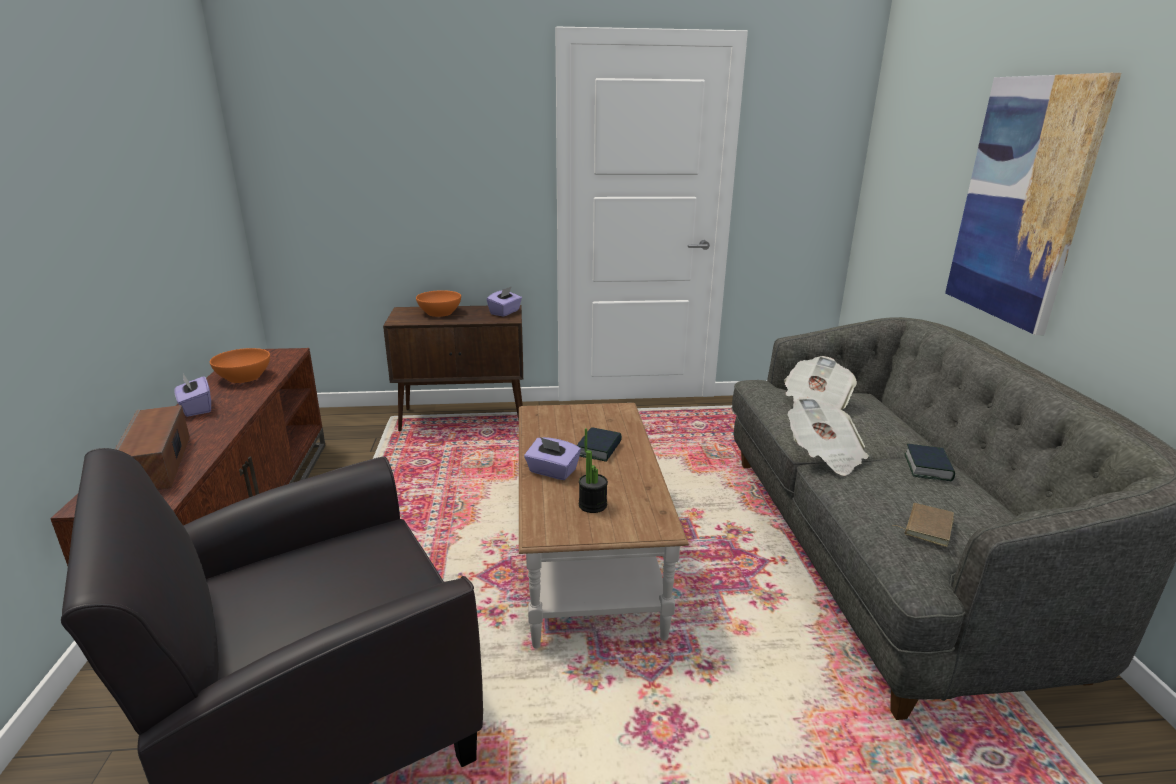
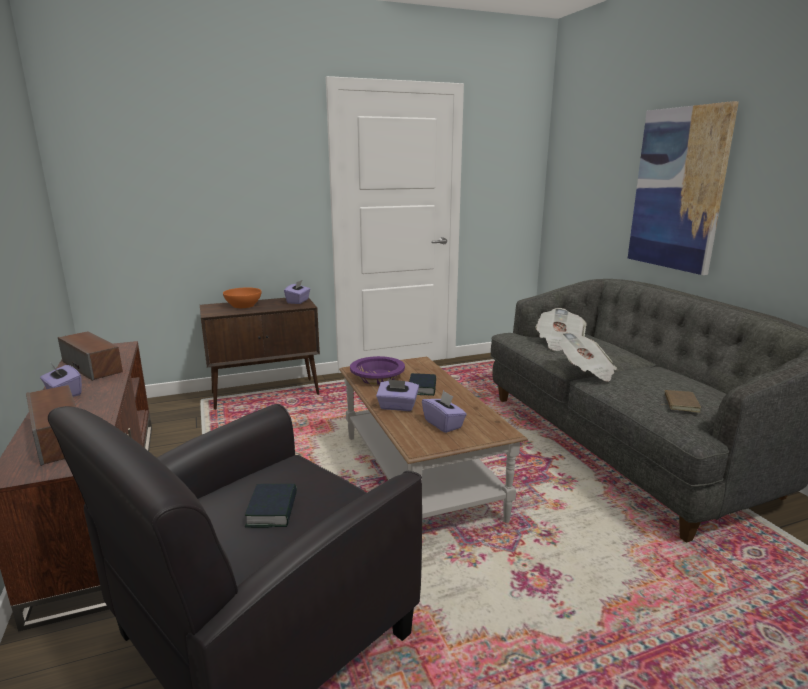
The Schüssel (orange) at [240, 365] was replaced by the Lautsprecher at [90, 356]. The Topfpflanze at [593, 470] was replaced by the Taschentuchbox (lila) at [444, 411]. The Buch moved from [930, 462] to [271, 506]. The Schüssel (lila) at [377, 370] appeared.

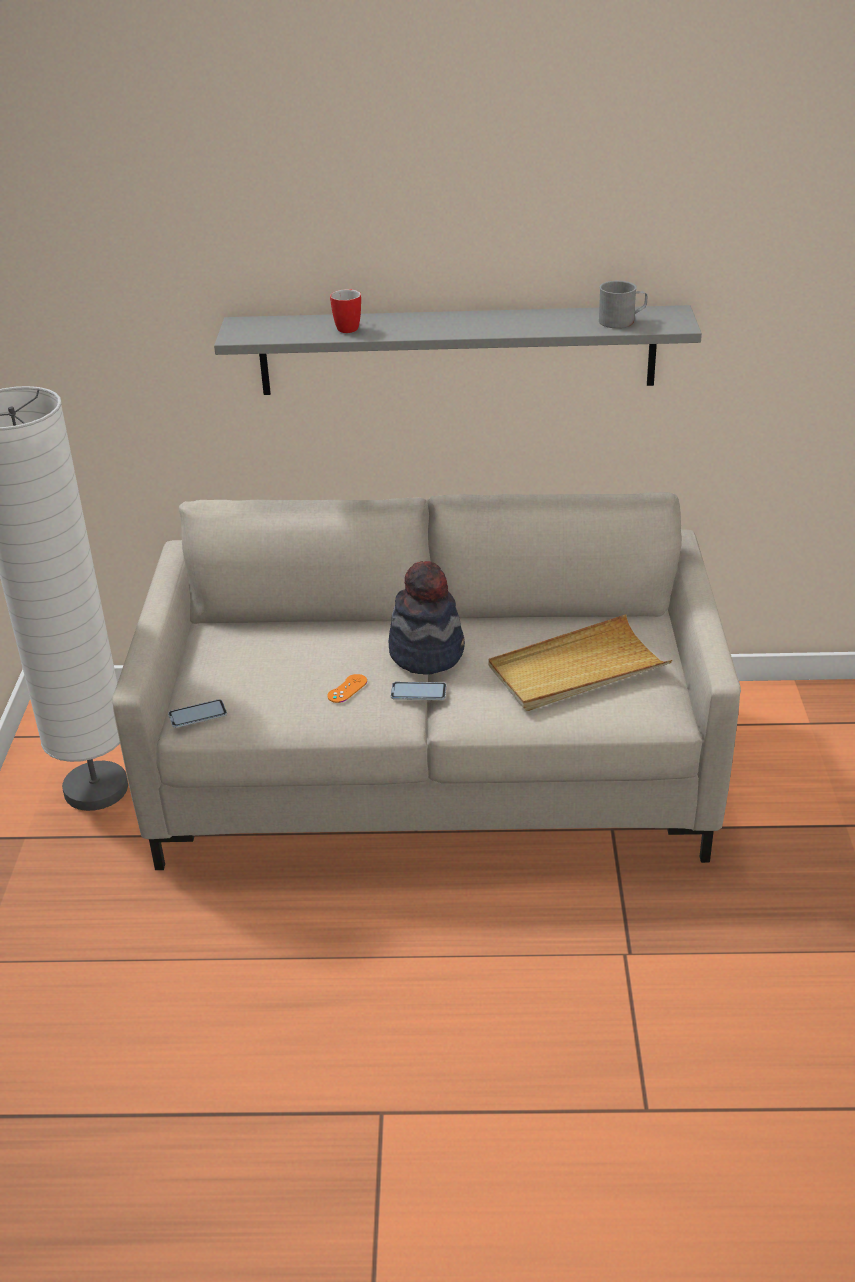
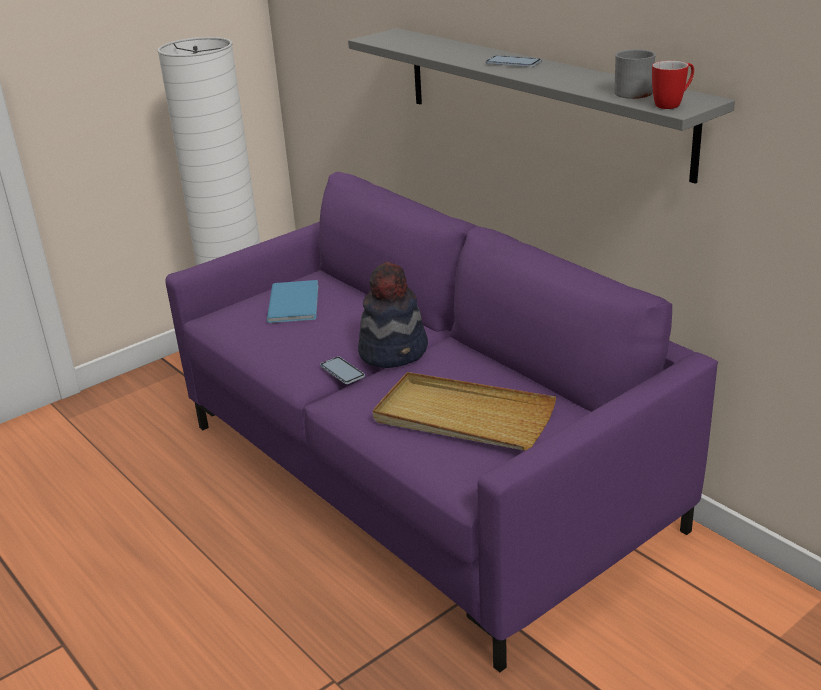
The Sofa (beige) at [426, 681] became the Sofa (lila) at [441, 422]. The Handy moved from [197, 713] to [513, 61]. The Gamepad (orange) at [347, 688] disappeared. The Henkelbecher moved from [345, 311] to [673, 85]. The Buch (blau) at [292, 301] appeared.

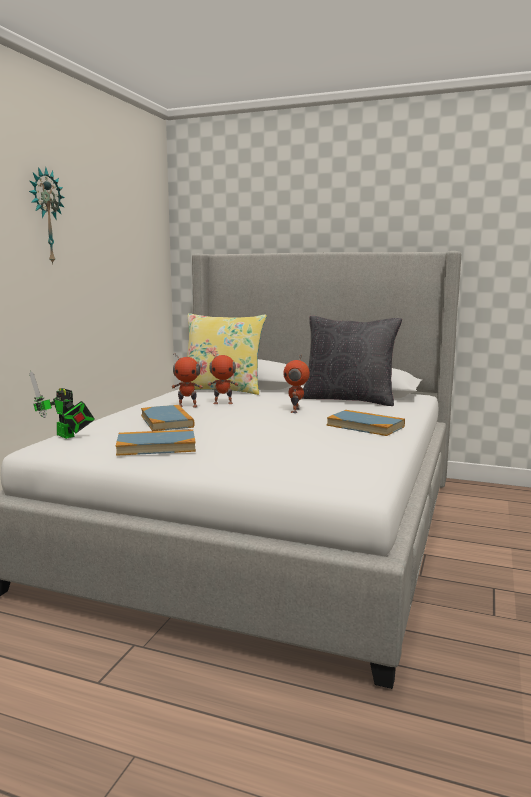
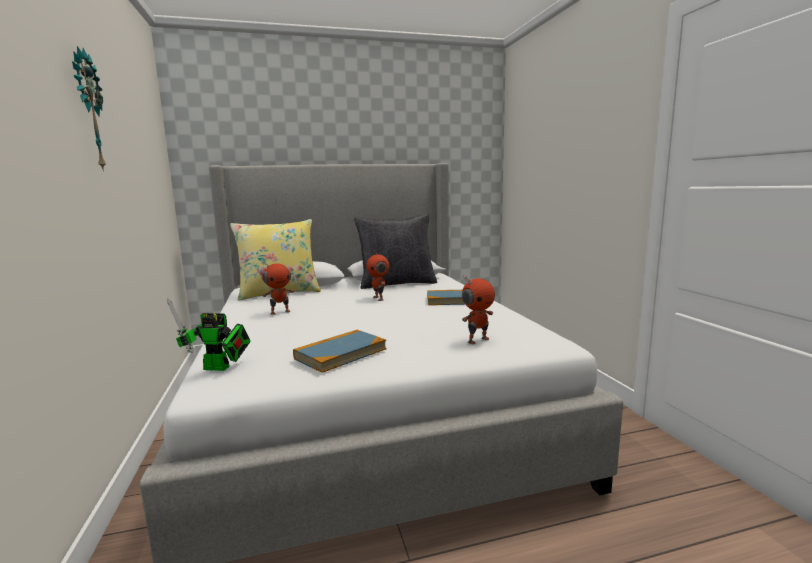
The Buch at [168, 418] disappeared. The Spielzeugroboter moved from [223, 378] to [478, 309].

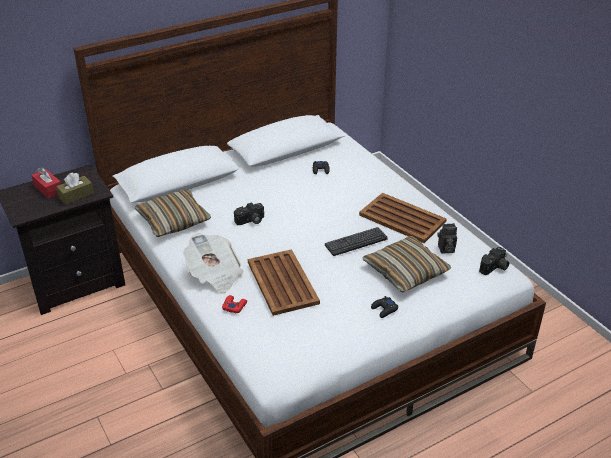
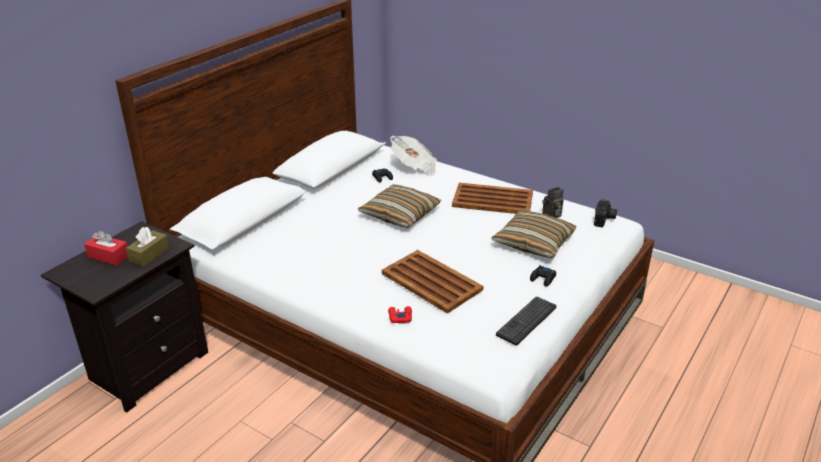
The Kissen moved from [173, 213] to [399, 206]. The Zeitung moved from [213, 263] to [413, 155]. The Kamera at [249, 213] disappeared. The Tastatur moved from [356, 241] to [526, 321].

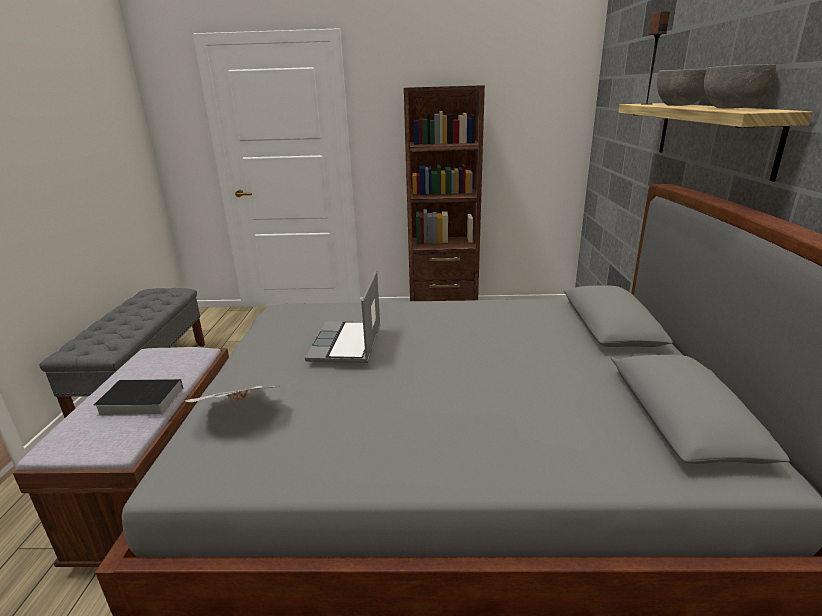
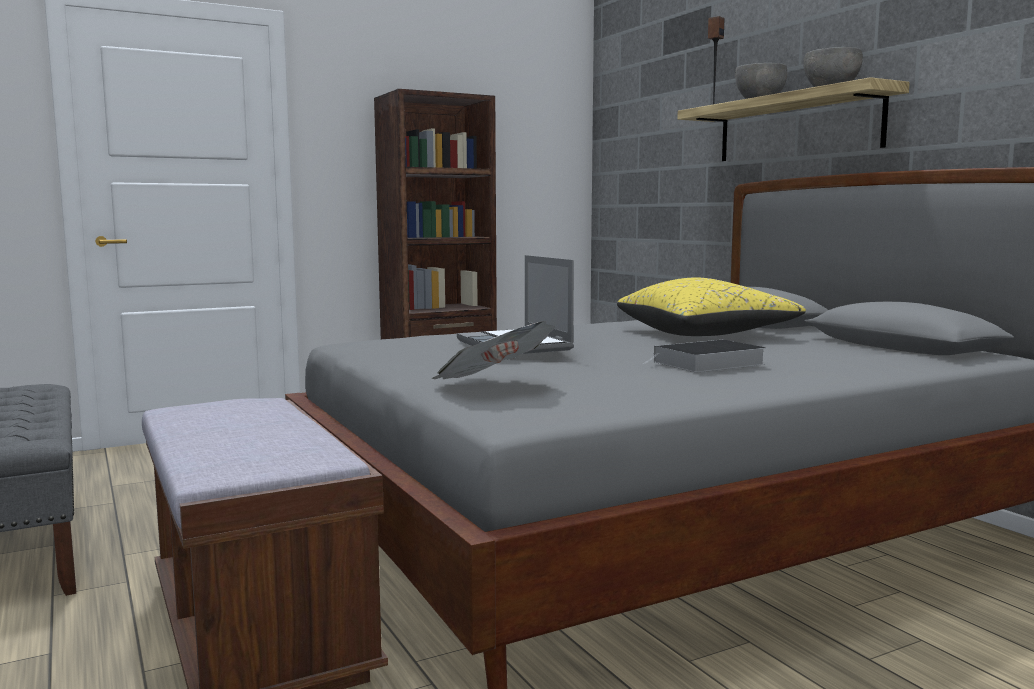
The Buch moved from [138, 397] to [705, 356]. The Kissen (gelb) at [711, 306] appeared.

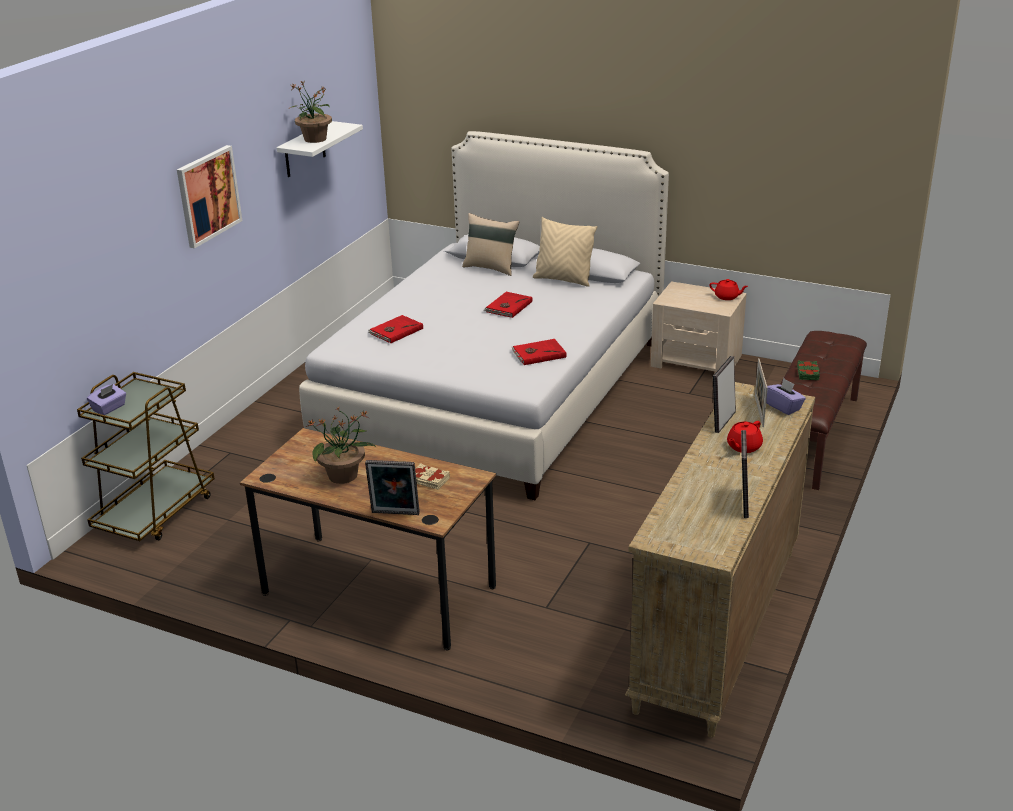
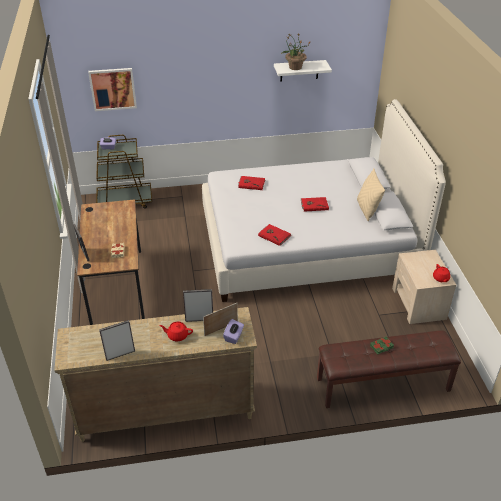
The Bild moved from [209, 196] to [112, 89]. The Topfpflanze at [340, 445] disappeared. The Kissen (beige) at [490, 244] disappeared.

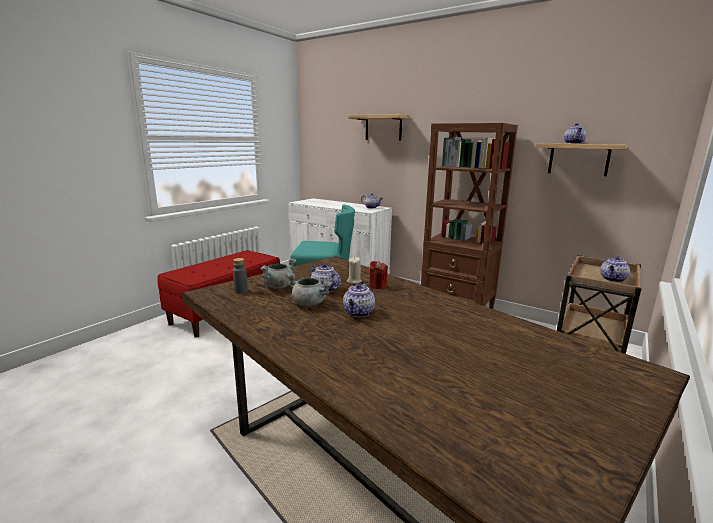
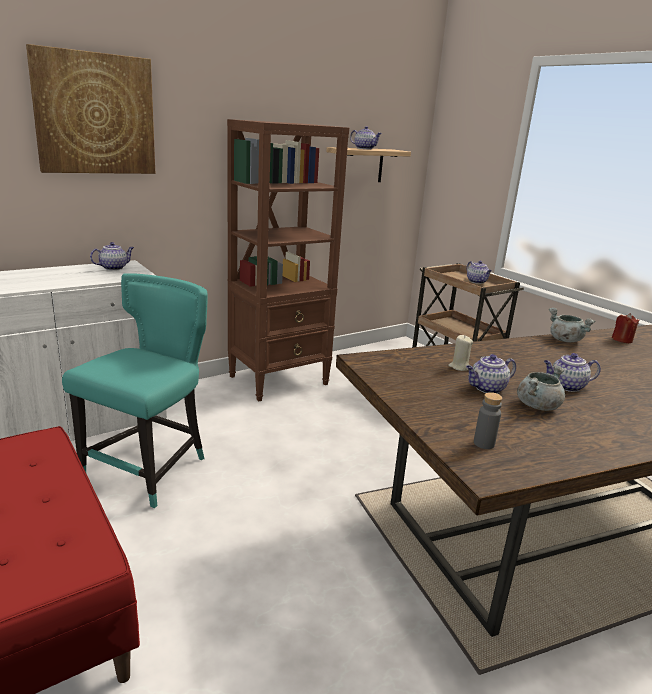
The Kochtopf (grau) moved from [278, 273] to [572, 325]. The Teekanne at [359, 300] turned 135 degrees clockwise. The Wandregal at [379, 127] was replaced by the Bild at [90, 109]. The Kerze (rot) moved from [378, 275] to [626, 328].

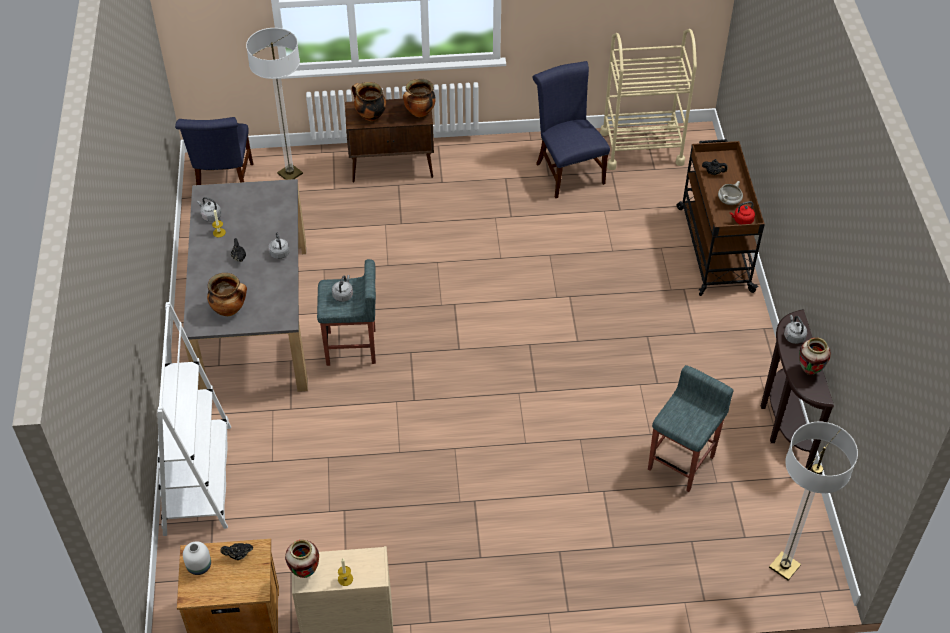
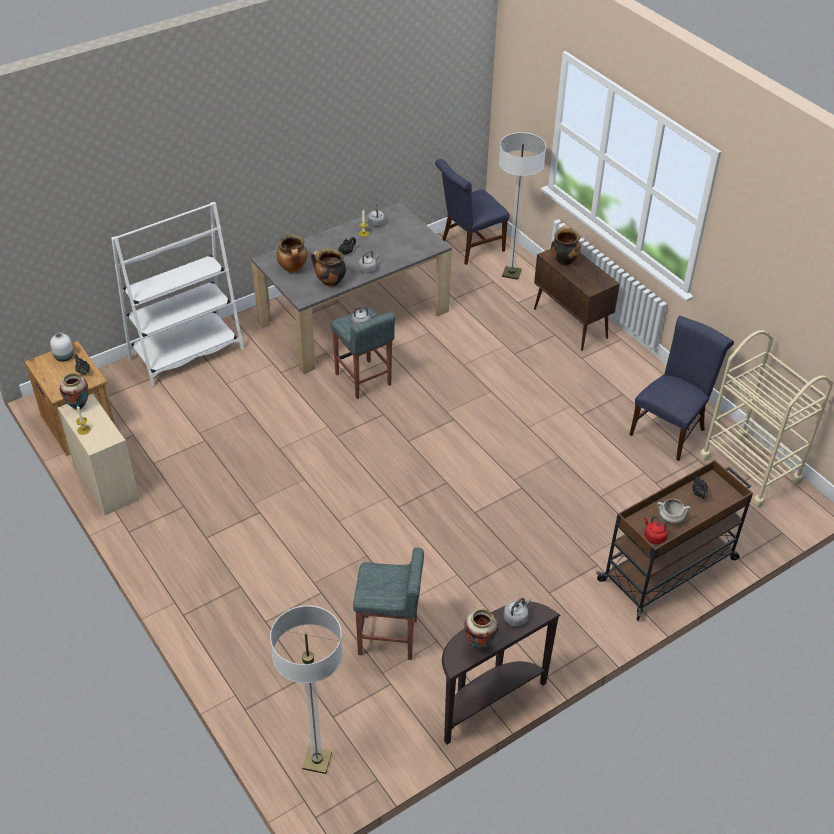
The Kochtopf moved from [419, 98] to [328, 267].

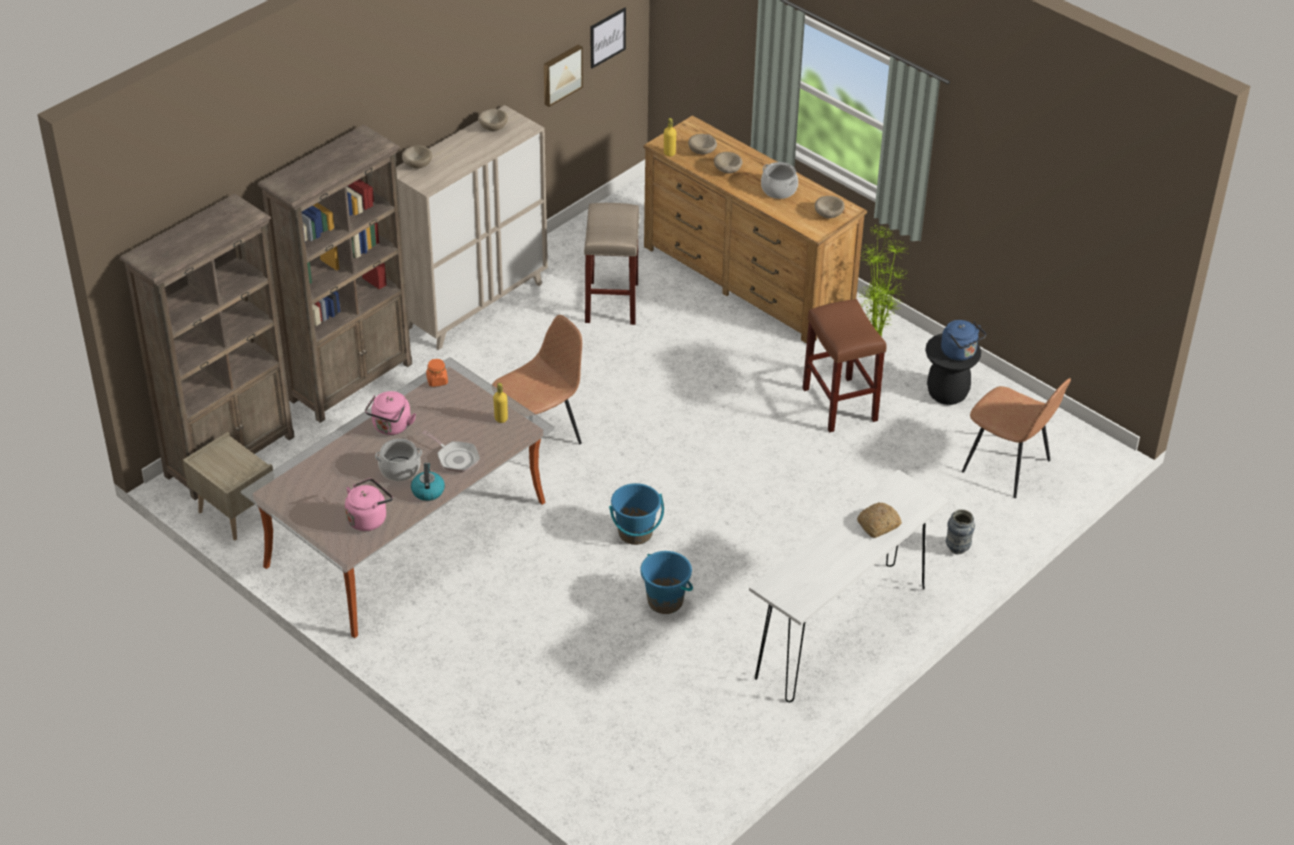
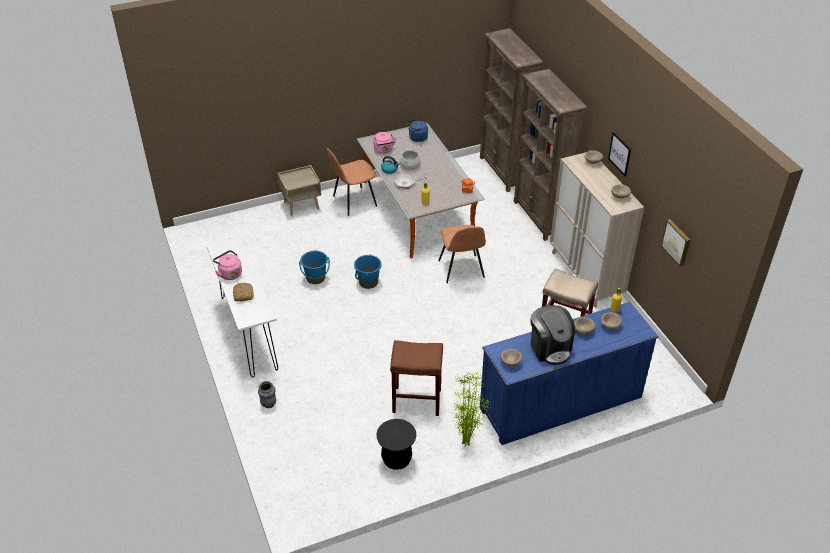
The Nachttisch (beige) moved from [228, 486] to [299, 191]. The Wasserkessel (rosa) moved from [390, 413] to [227, 265]. The Bild moved from [608, 38] to [619, 154]. The Kommode (braun) at [755, 229] became the Kommode (blau) at [569, 373]. The Kochtopf at [779, 180] was replaced by the Kaffeemaschine at [553, 335]. The Wasserkessel (blau) moved from [963, 340] to [417, 130]. The Stuhl (braun) moved from [1016, 438] to [352, 182].

